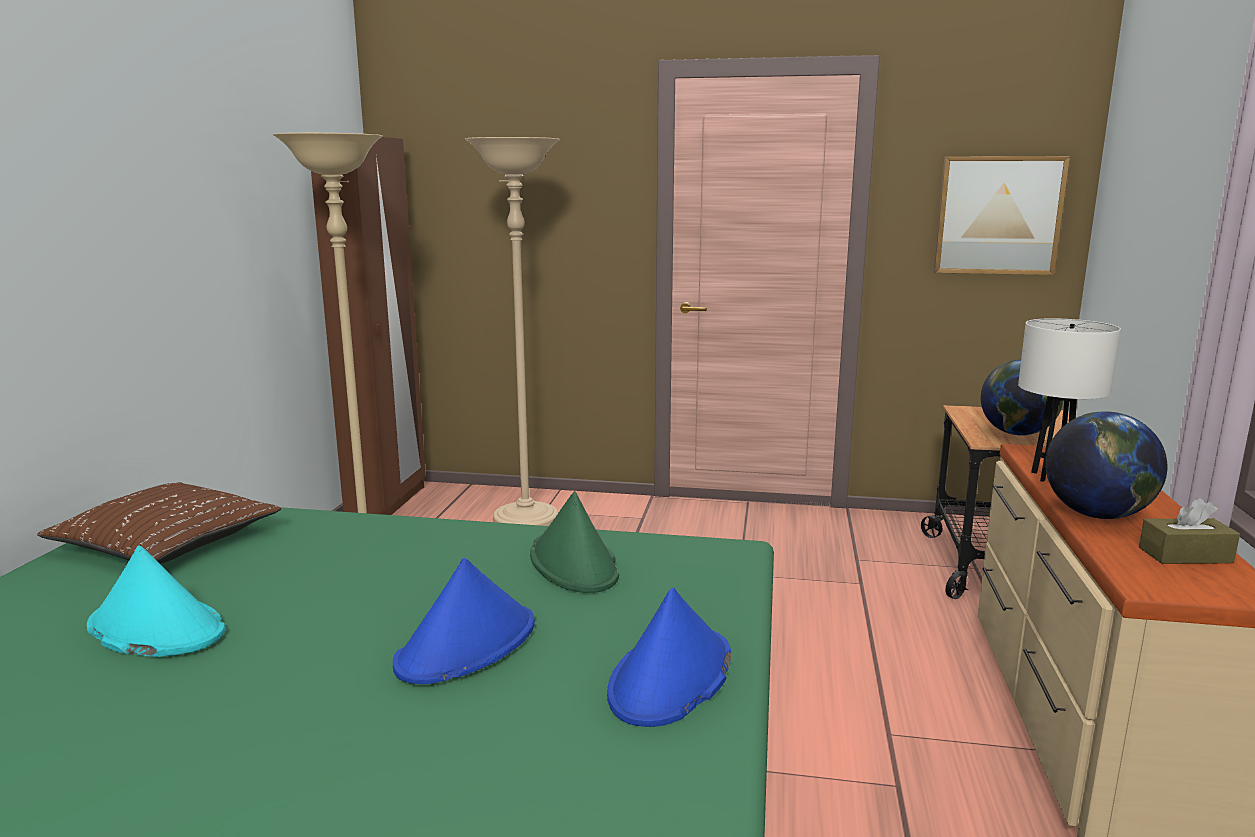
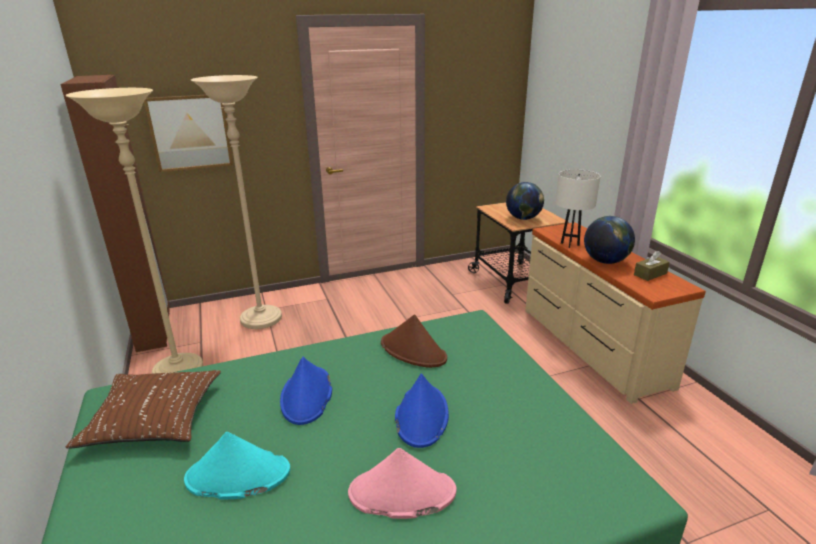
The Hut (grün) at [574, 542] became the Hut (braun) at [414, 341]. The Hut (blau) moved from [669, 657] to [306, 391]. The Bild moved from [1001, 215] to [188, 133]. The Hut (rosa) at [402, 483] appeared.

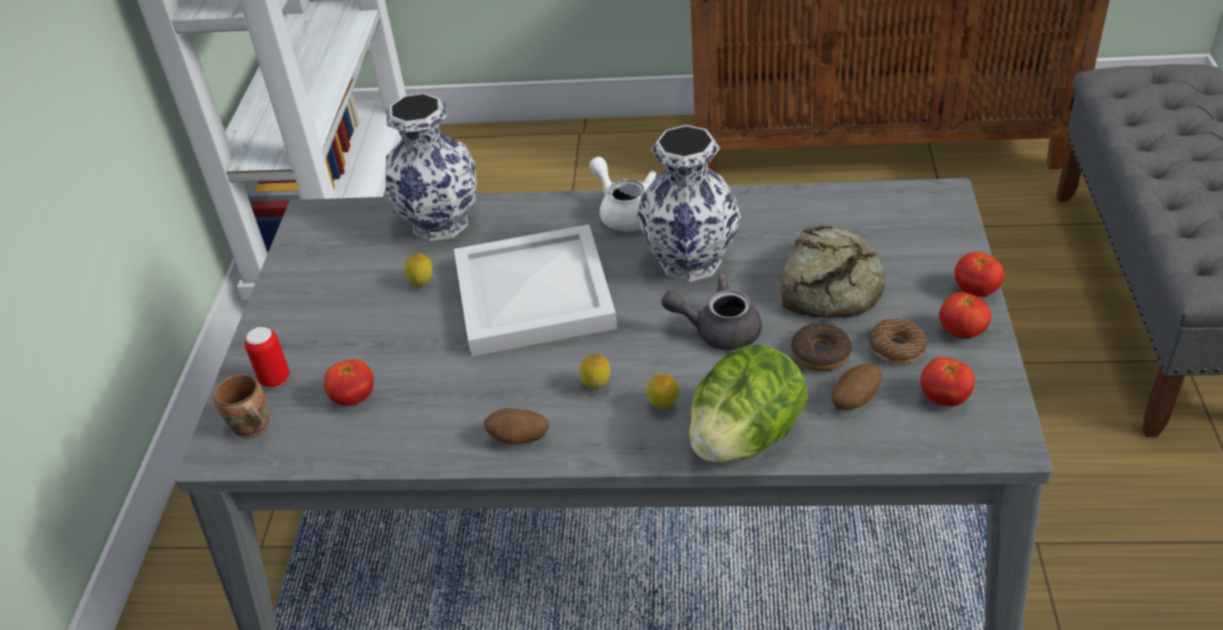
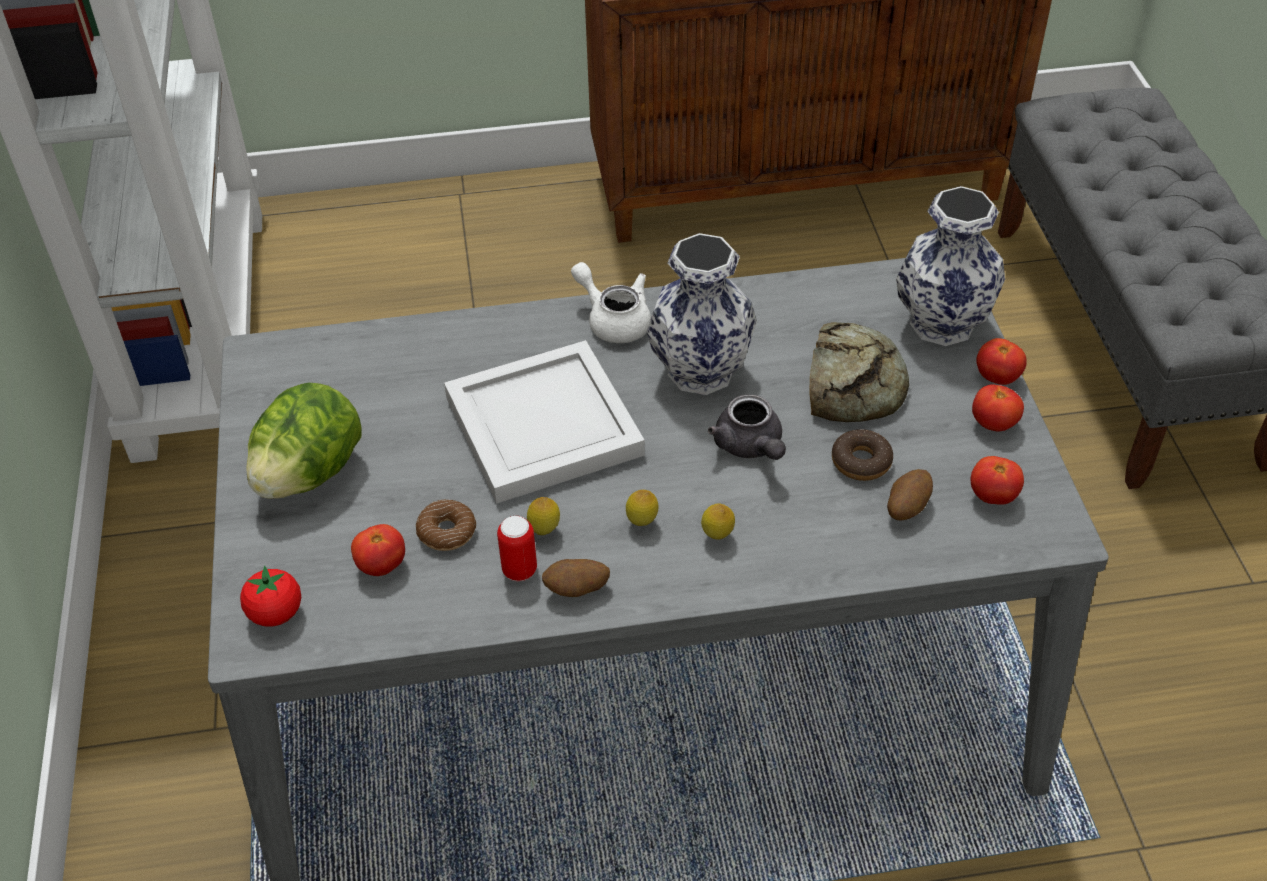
The Henkelbecher (braun) at [241, 406] was replaced by the Tomate at [270, 596]. The Dose moved from [267, 357] to [517, 548]. The Vase moved from [431, 167] to [950, 266]. The Zitrone moved from [418, 269] to [543, 516]. The Teekanne (grau) at [711, 312] turned 105 degrees counterclockwise. The Salatkopf moved from [748, 403] to [304, 441]. The Donut moved from [898, 341] to [446, 525].

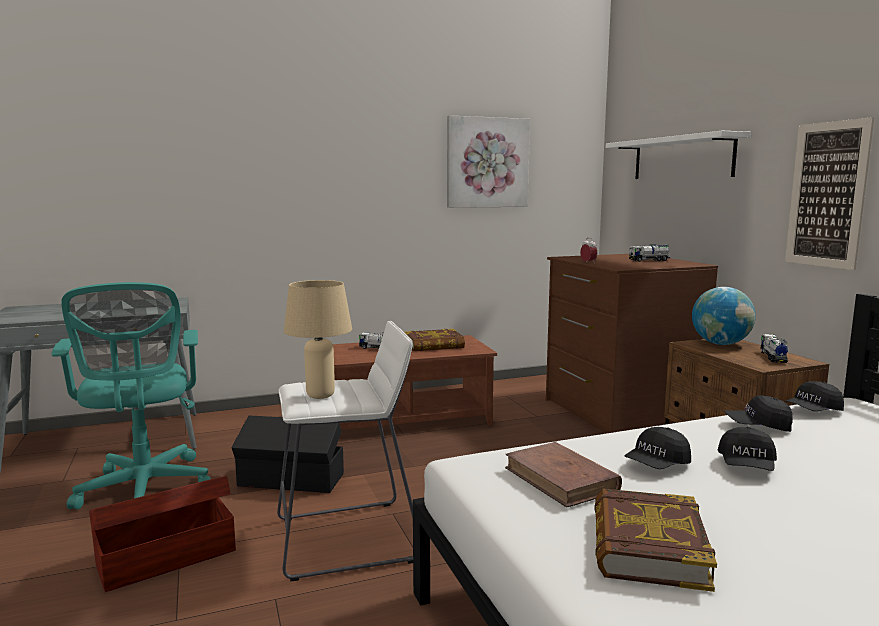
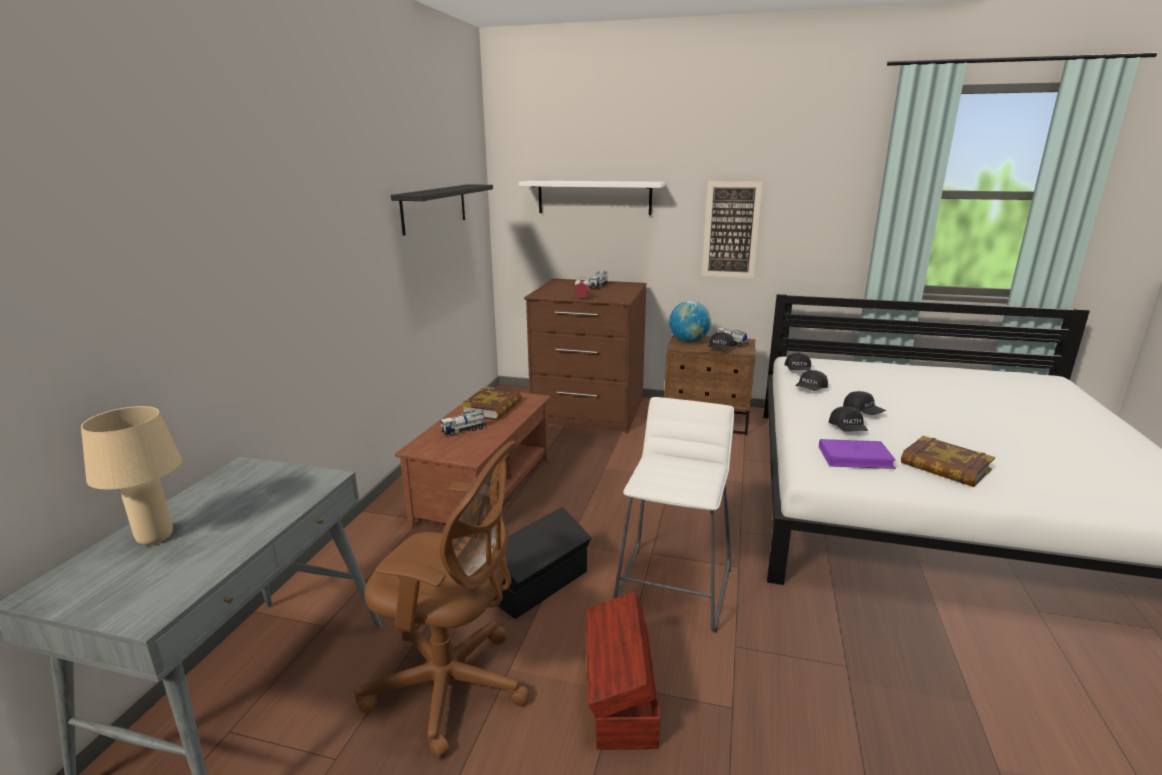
The Bürostuhl (türkis) at [131, 396] became the Bürostuhl (braun) at [442, 600]. The Tischlampe (beige) moved from [318, 339] to [131, 475]. The Bild at [488, 161] was replaced by the Wandregal (schwarz) at [442, 210]. The Buch (braun) at [563, 474] became the Buch (lila) at [857, 454]. The Kappe (schwarz) at [721, 341] appeared.

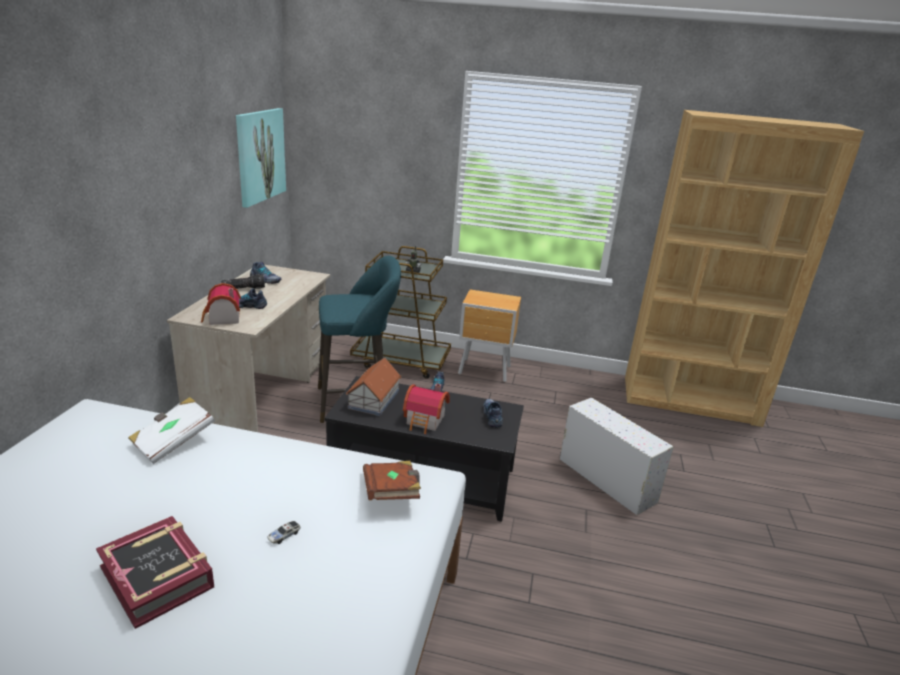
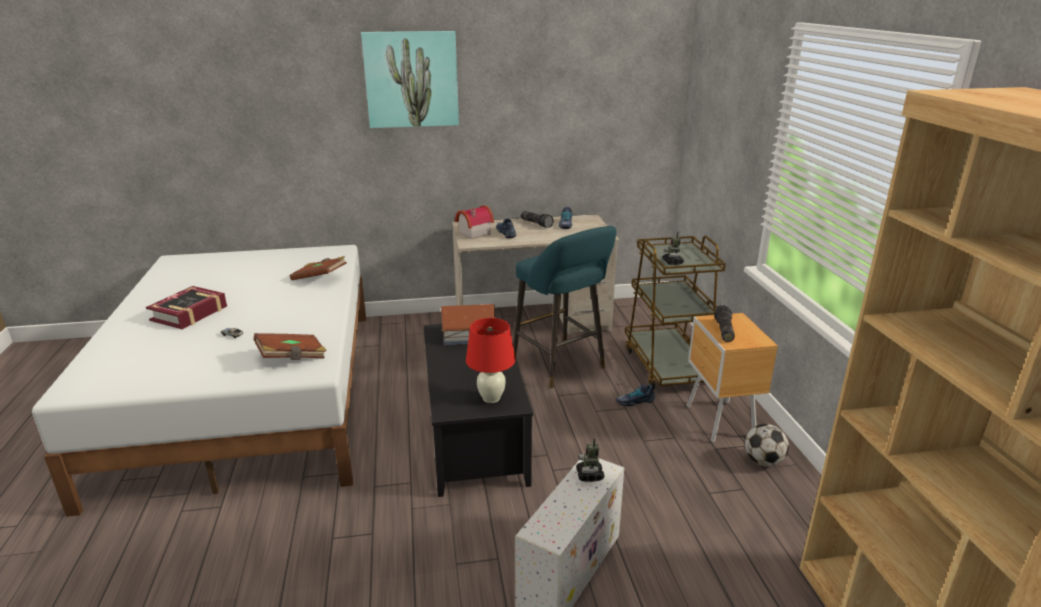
The Buch (weiß) at [171, 430] became the Buch (braun) at [318, 268]. The Bild moved from [261, 158] to [410, 79]. The Spielzeughaus at [426, 408] disappeared. The Schuh at [493, 413] was replaced by the Tischlampe (rot) at [491, 360]. The Spielzeugroboter at [590, 460] appeared. The Taschenlampe at [724, 323] appeared. The Fußball at [767, 445] appeared.

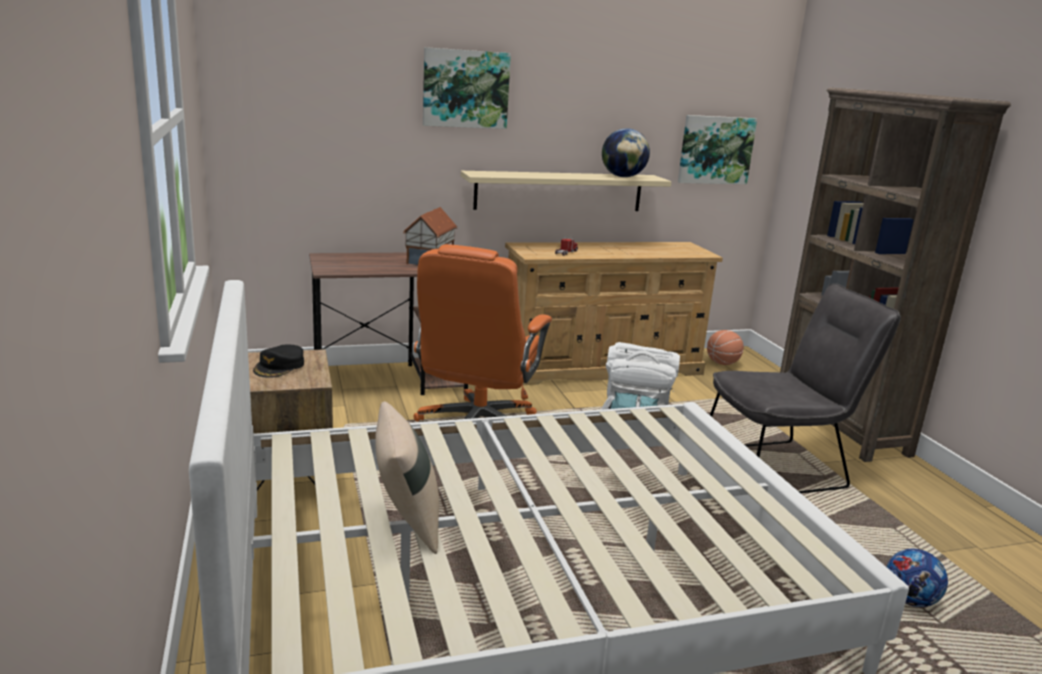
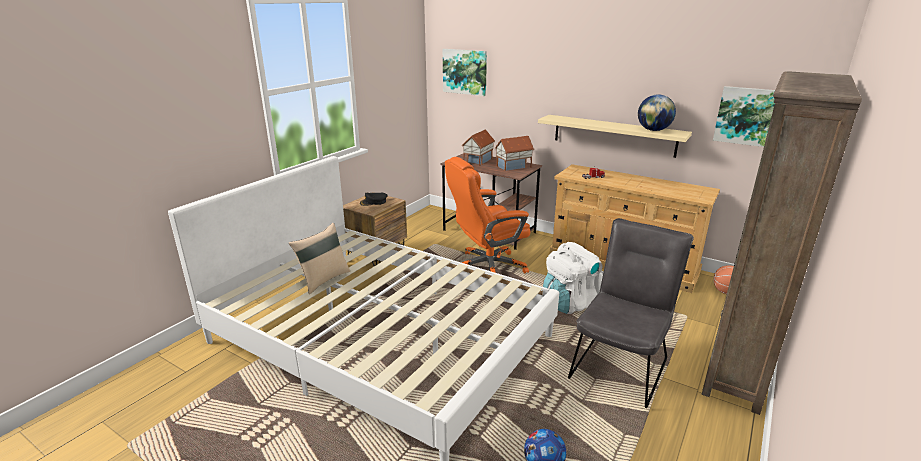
The Bild moved from [467, 88] to [465, 72]. The Stuhl (grau) at [805, 388] turned 90 degrees counterclockwise. The Spielzeughaus at [478, 147] appeared.

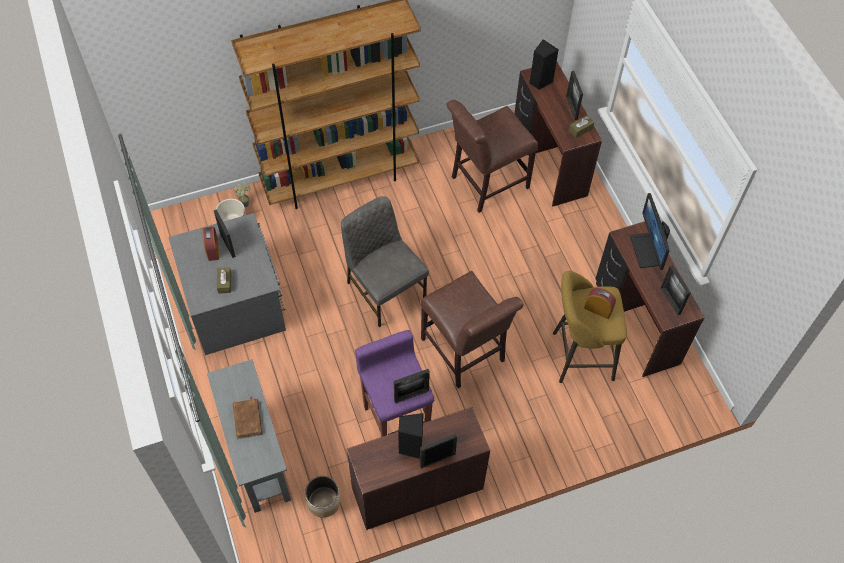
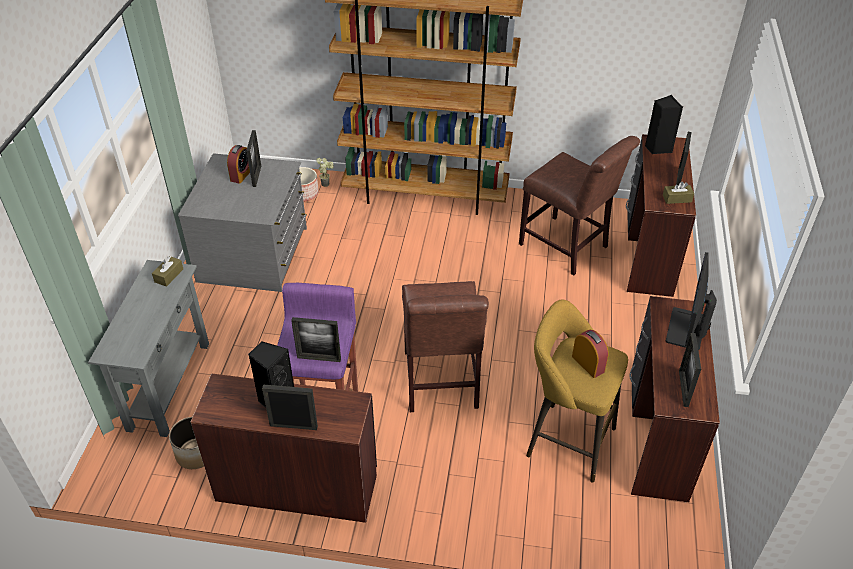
The Taschentuchbox (braun) moved from [224, 280] to [167, 271]. The Buch (braun) at [247, 418] disappeared. The Stuhl (grau) at [385, 261] disappeared. The Stuhl (braun) at [492, 156] turned 135 degrees counterclockwise.

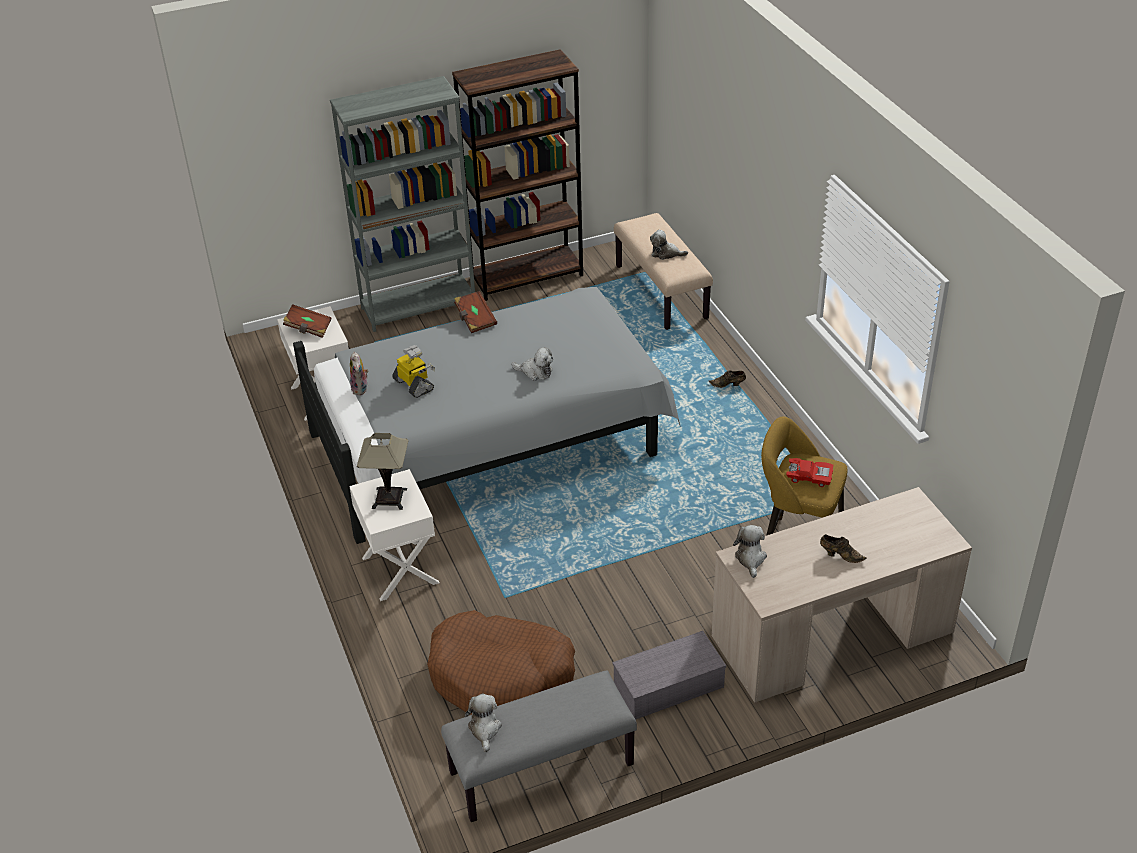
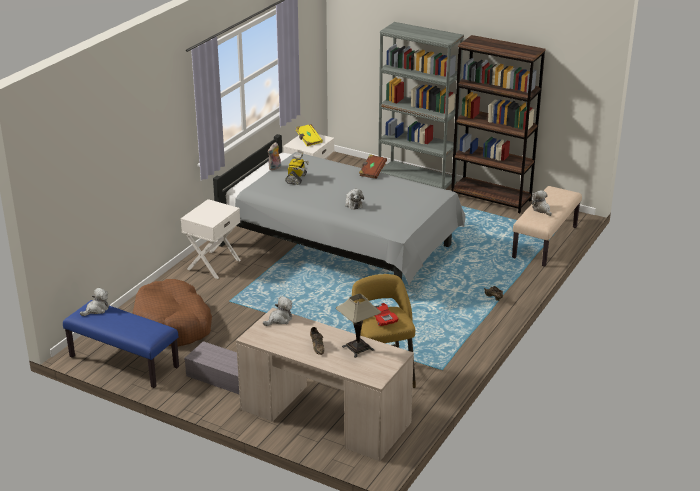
The Buch (braun) at [307, 321] became the Buch (gelb) at [309, 135]. The Tischlampe moved from [383, 471] to [358, 326]. The Bank (grau) at [539, 746] became the Bank (blau) at [121, 344].

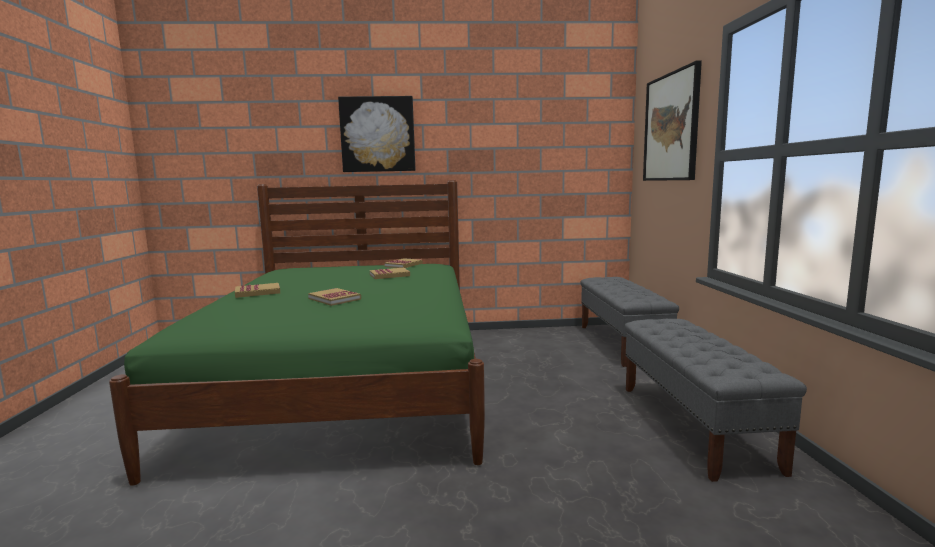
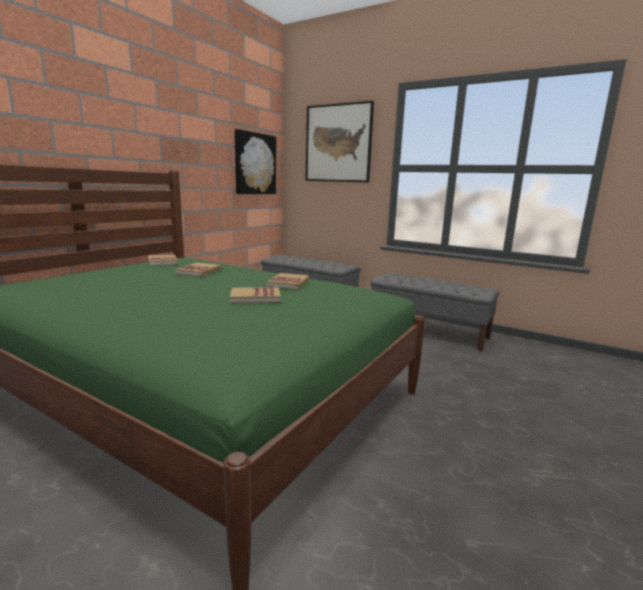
The Buch moved from [257, 290] to [288, 281]. The Bild moved from [377, 134] to [255, 161].

